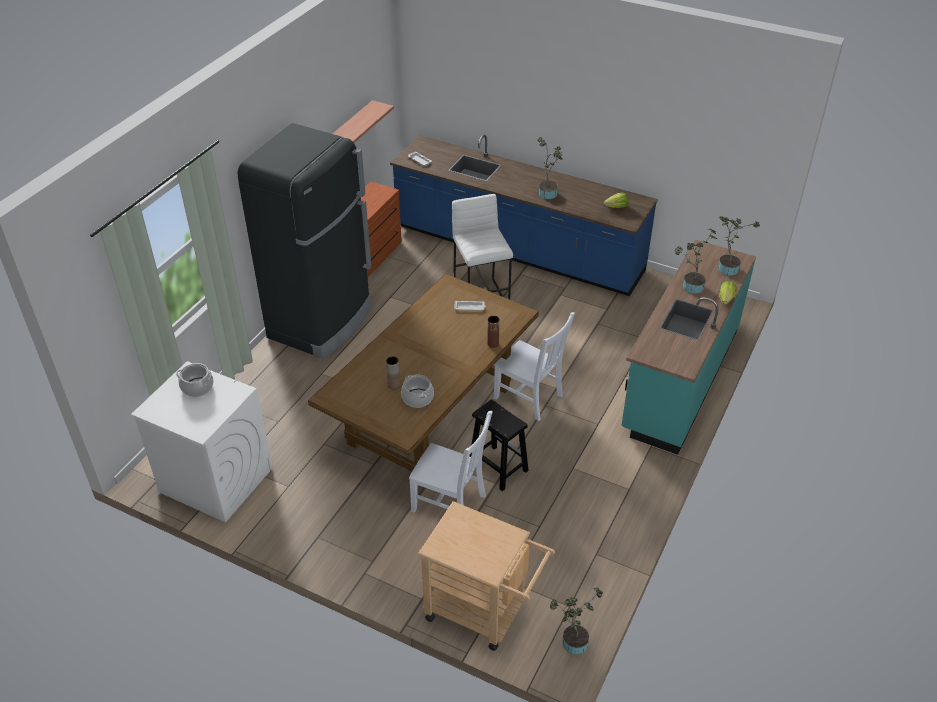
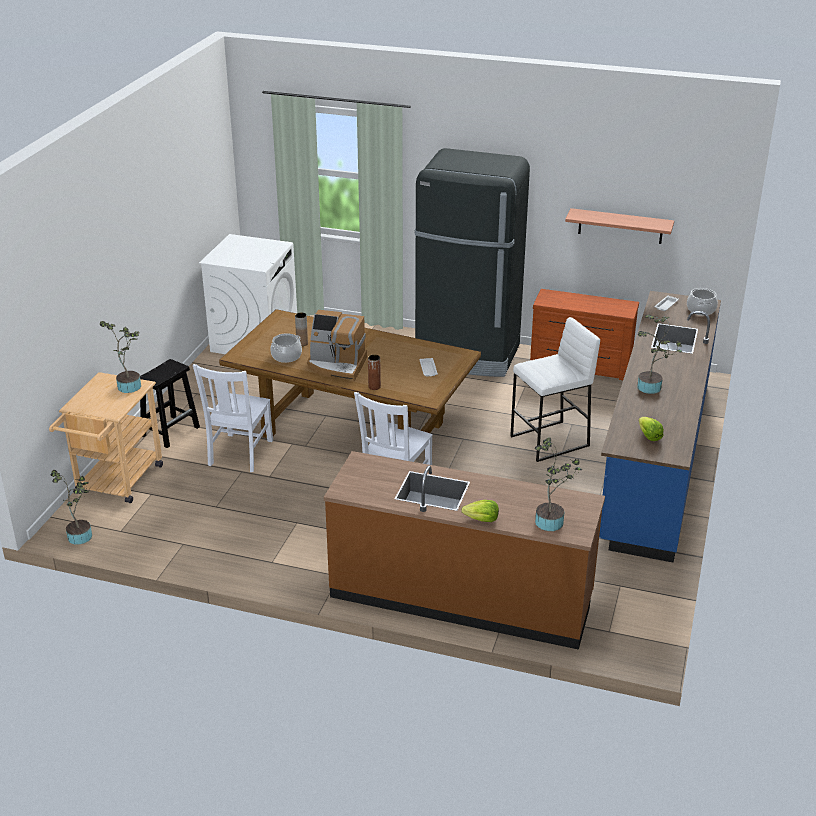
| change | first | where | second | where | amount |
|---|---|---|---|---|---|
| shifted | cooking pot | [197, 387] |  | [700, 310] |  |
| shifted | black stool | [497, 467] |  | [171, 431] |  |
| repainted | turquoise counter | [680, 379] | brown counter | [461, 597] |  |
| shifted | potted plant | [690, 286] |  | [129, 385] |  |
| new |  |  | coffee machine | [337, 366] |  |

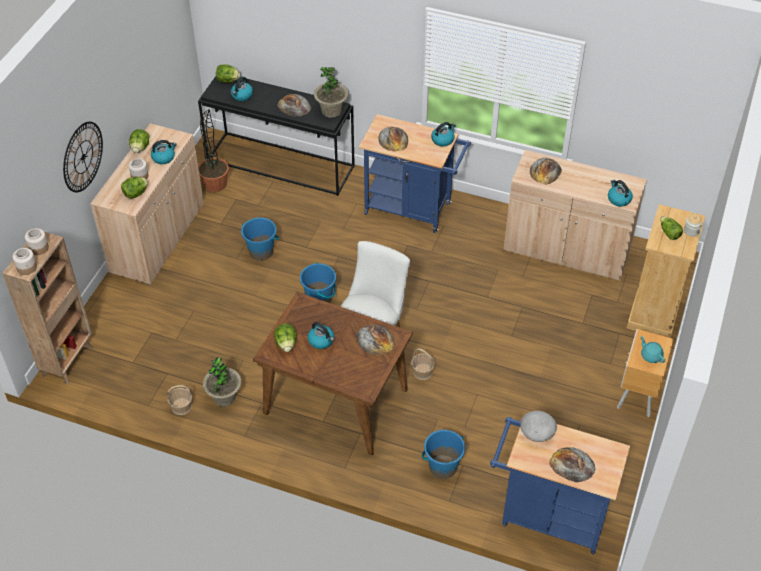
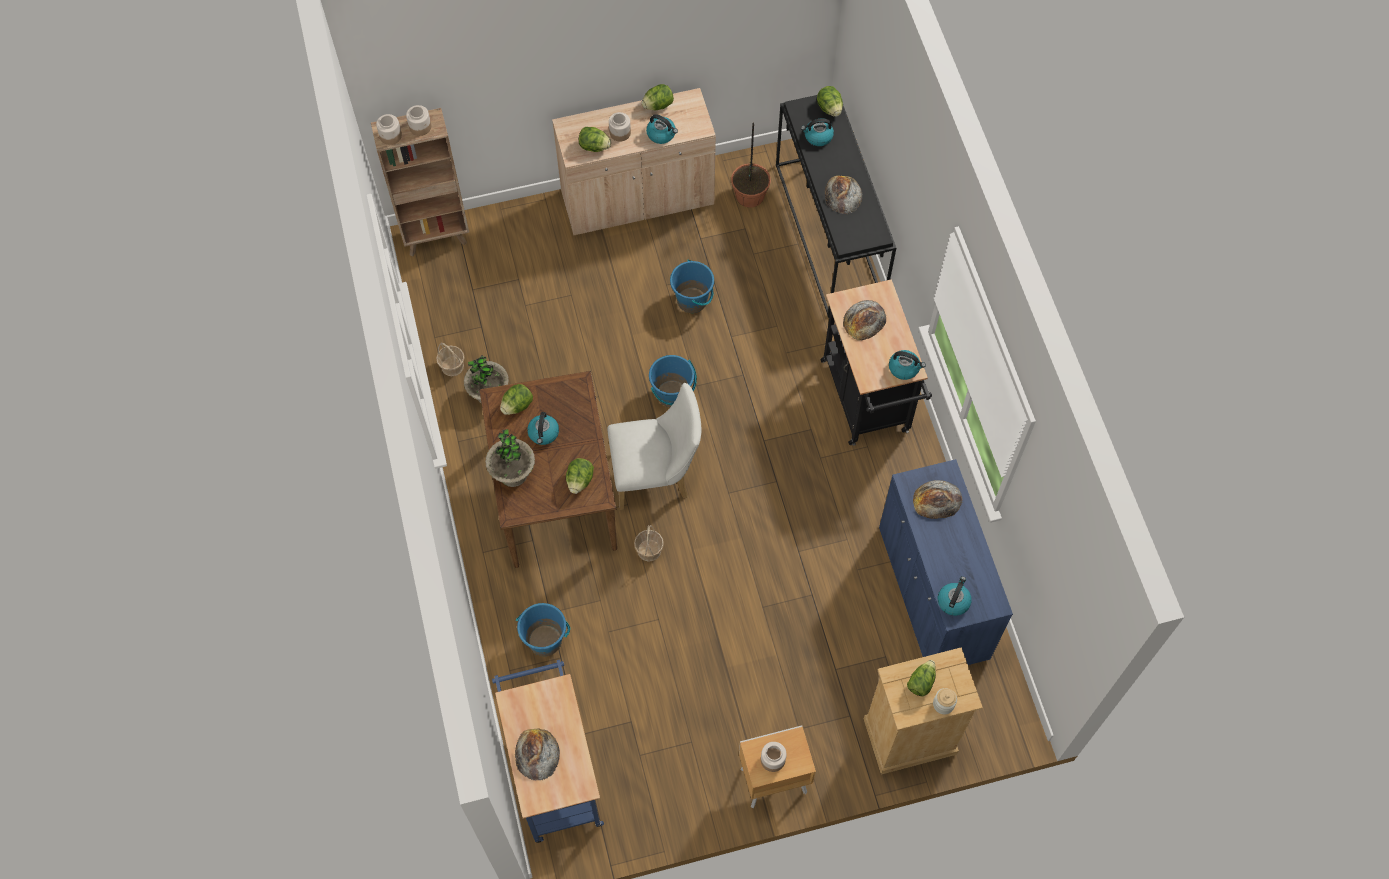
| change | first | where | second | where | amount |
|---|---|---|---|---|---|
| gone | wall clock | [83, 157] |  |  |  |
| shifted | potted plant | [331, 111] |  | [513, 474] |  |
| swapped | bread | [375, 340] | lettuce | [580, 480] |  |
| repainted | blue cart | [413, 209] | black cart | [867, 402] |  |
| repainted | beige cabinet | [566, 250] | blue cabinet | [932, 593] |  |
| gone | grey bowl | [537, 433] |  |  |  |
| swapped | turquoise teapot | [650, 356] | jar | [772, 760] |  |

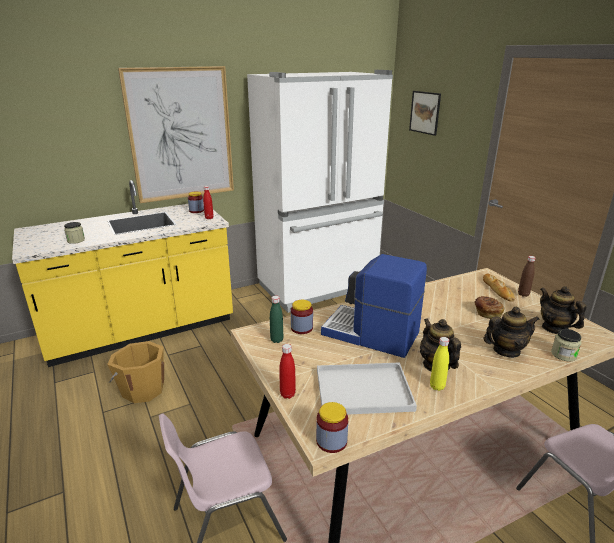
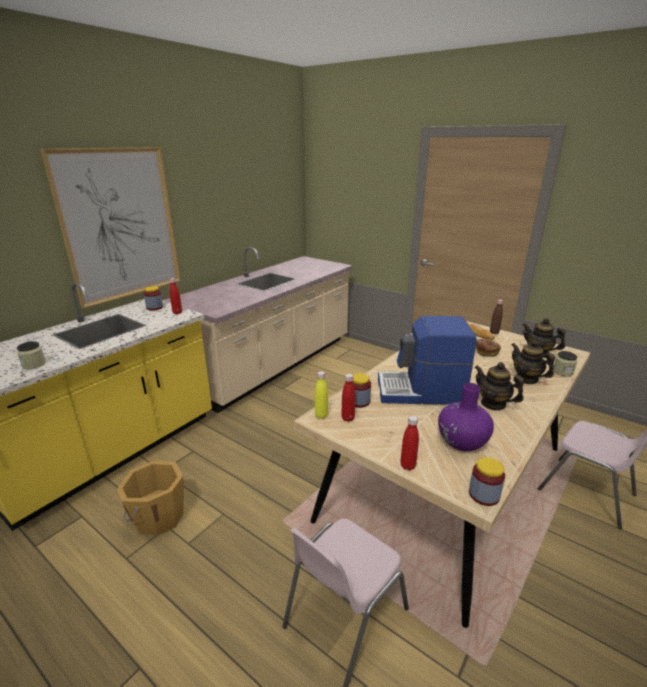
| change | first | where | second | where | amount |
|---|---|---|---|---|---|
| swapped | white fridge | [319, 287] | beige counter | [273, 365] |  |
| repainted | green bottle | [276, 340] | red bottle | [348, 418] |  |
| swapped | white tray | [361, 390] | purple vase | [462, 442] |  |
| gone | picture | [425, 112] |  |  |  |
| shifted | yellow bottle | [437, 386] |  | [321, 415] |  |
| rotated | teapot | [506, 351] |  | [526, 379] | 90 degrees counterclockwise |

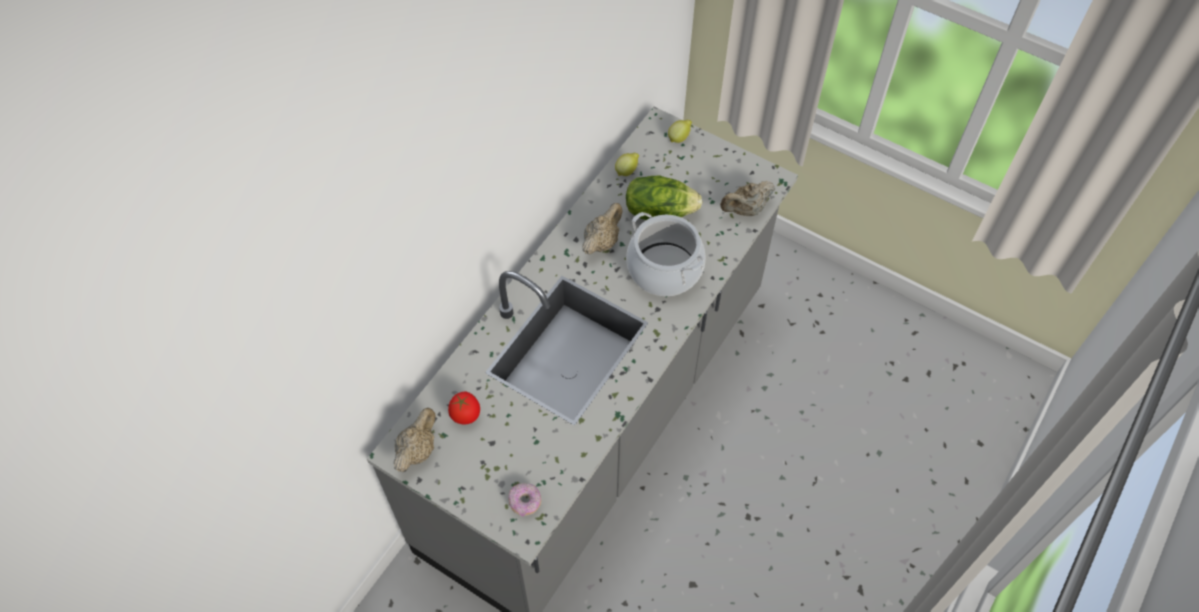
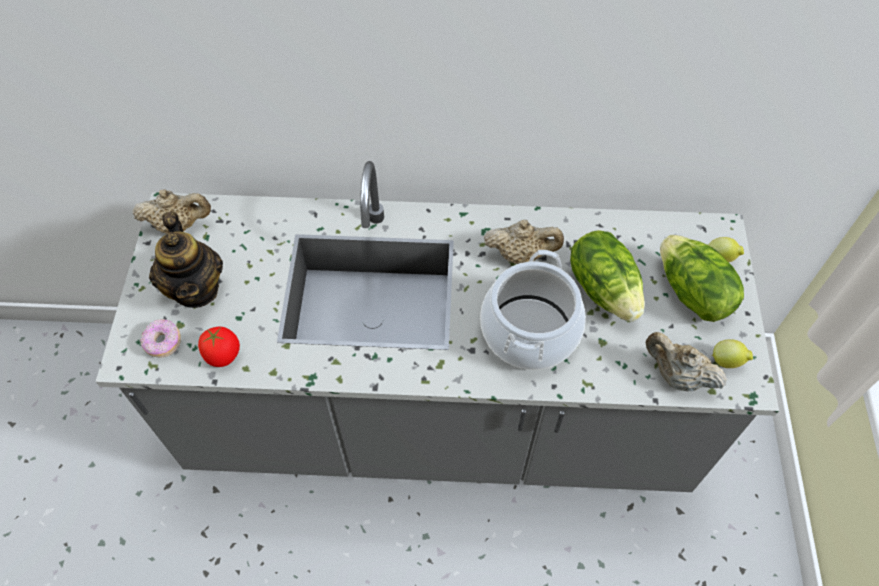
| change | first | where | second | where | amount |
|---|---|---|---|---|---|
| shifted | tomato | [465, 414] |  | [223, 355] |  |
| shifted | lemon | [627, 171] |  | [727, 361] |  |
| new |  |  | teapot | [196, 288] |  |
| new |  |  | lettuce | [691, 293] |  |

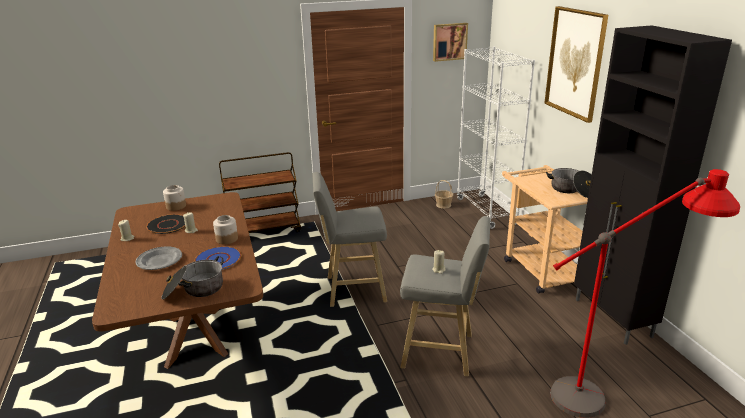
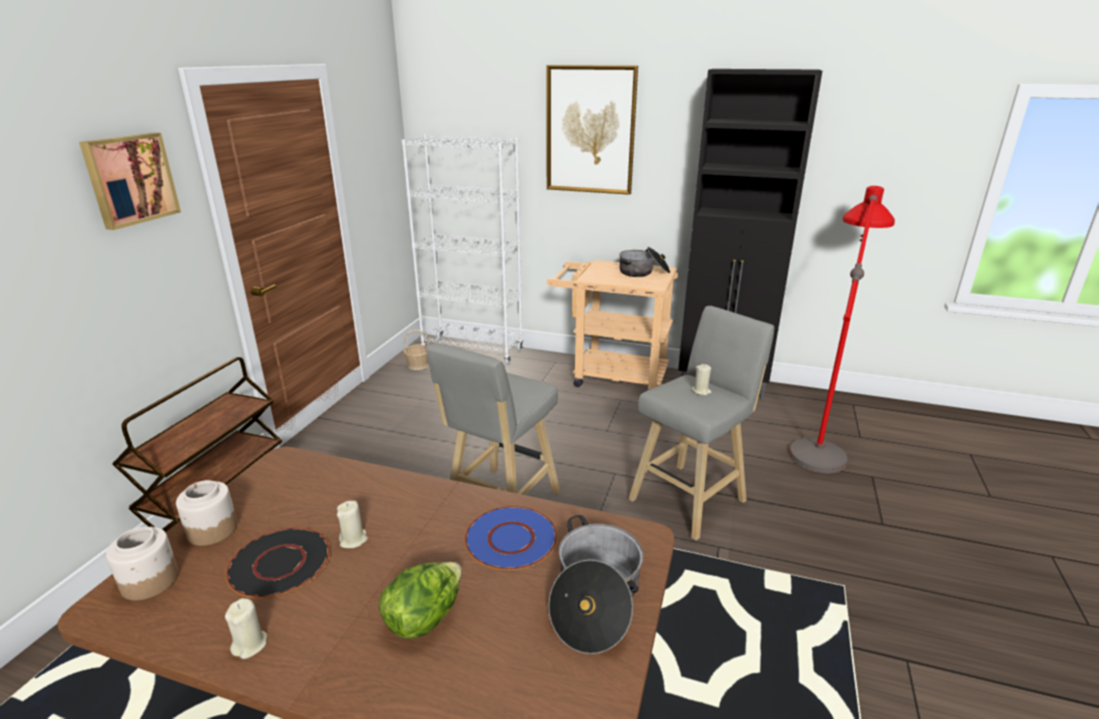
| change | first | where | second | where | amount |
|---|---|---|---|---|---|
| swapped | grey plate | [159, 260] | lettuce | [425, 617] |  |
| shifted | jar | [226, 239] |  | [149, 581] |  |
| shifted | picture | [449, 41] |  | [130, 179] |  |

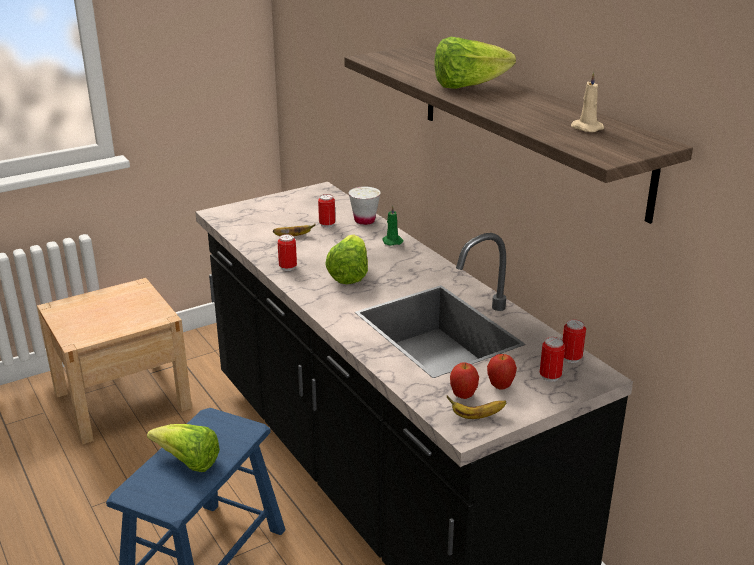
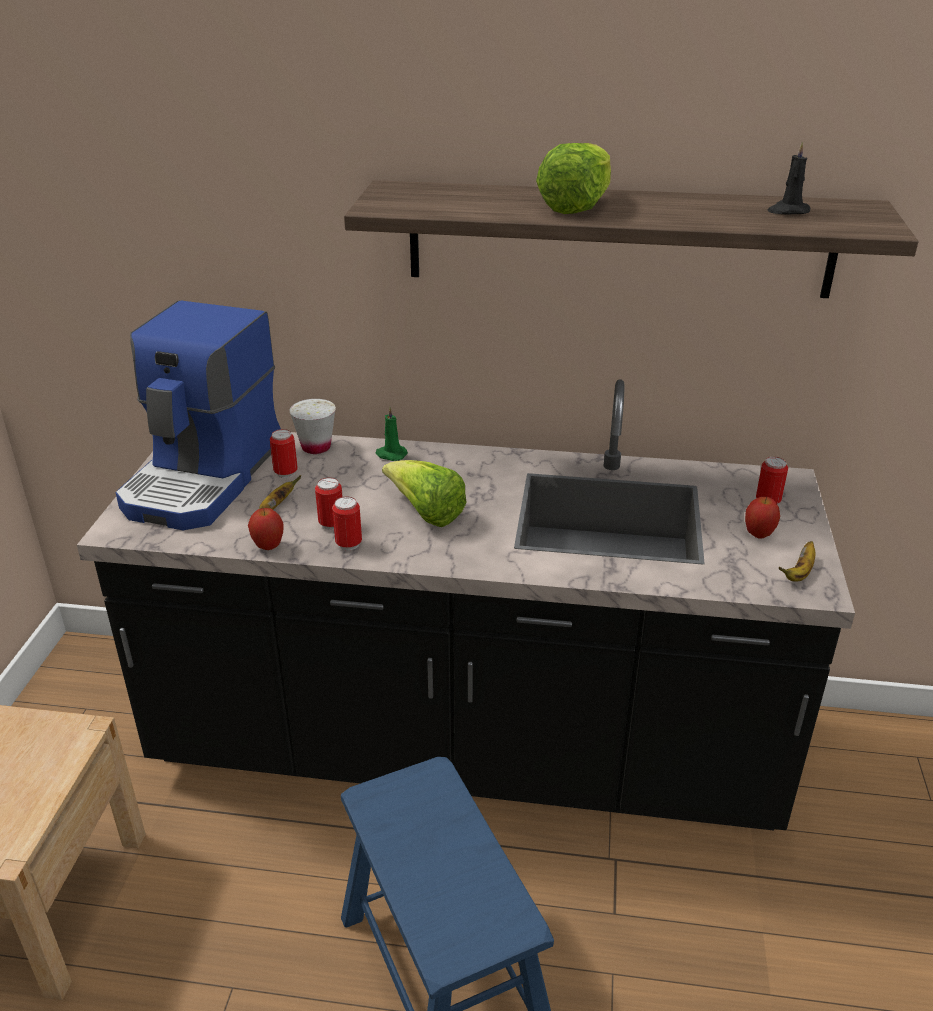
| change | first | where | second | where | amount |
|---|---|---|---|---|---|
| gone | lettuce | [188, 462] |  |  |  |
| shifted | apple | [463, 396] |  | [268, 547] |  |
| shifted | can | [571, 358] |  | [331, 524] |  |
| repainted | beige candle | [585, 128] | black candle | [788, 211] |  |
| new |  |  | coffee machine | [205, 478] |  |

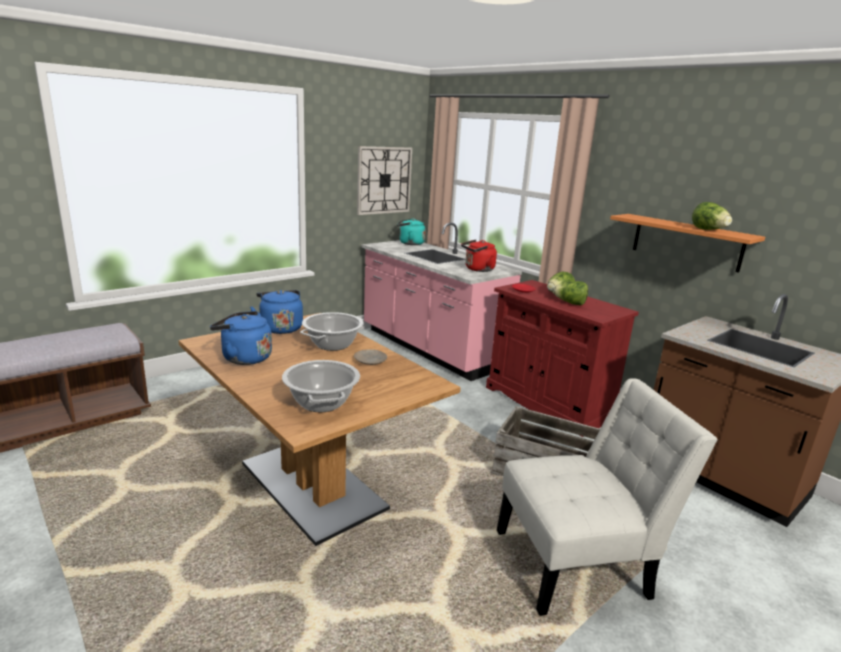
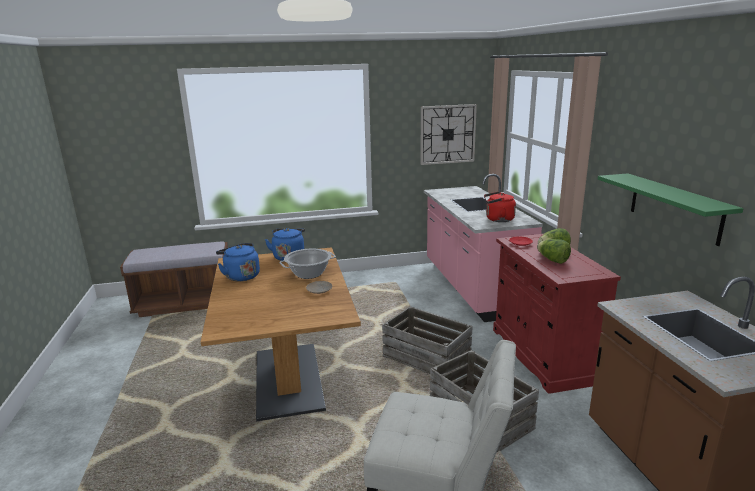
| change | first | where | second | where | amount |
|---|---|---|---|---|---|
| gone | cooking pot | [322, 402] |  |  |  |
| gone | turquoise kettle | [409, 243] |  |  |  |
| repainted | orange shelf | [686, 242] | green shelf | [674, 207] |  |
| gone | lettuce | [709, 230] |  |  |  |
| new |  |  | crate | [427, 357] |  |

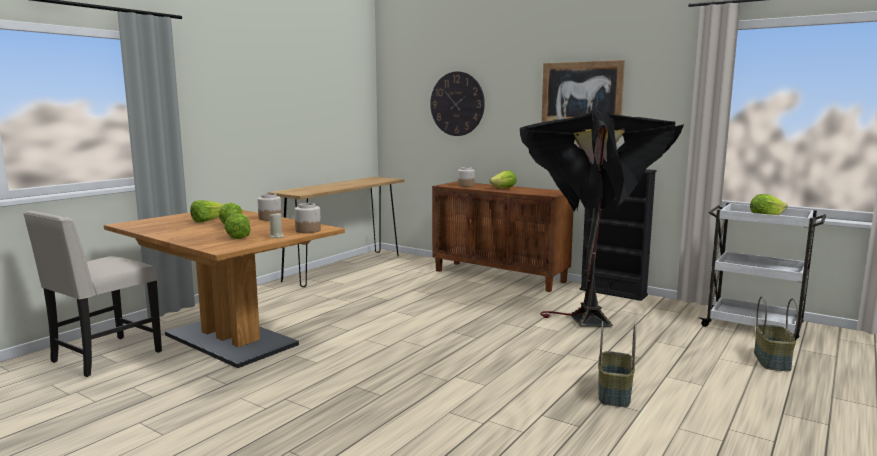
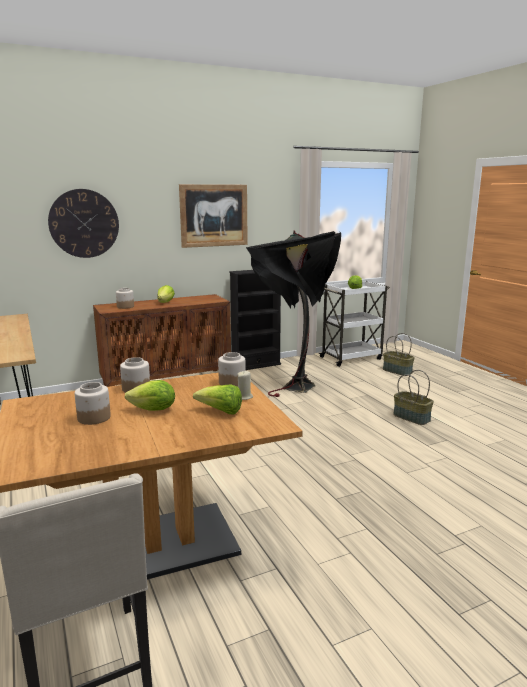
| change | first | where | second | where | amount |
|---|---|---|---|---|---|
| swapped | lettuce | [208, 221] | jar | [93, 418] |  |

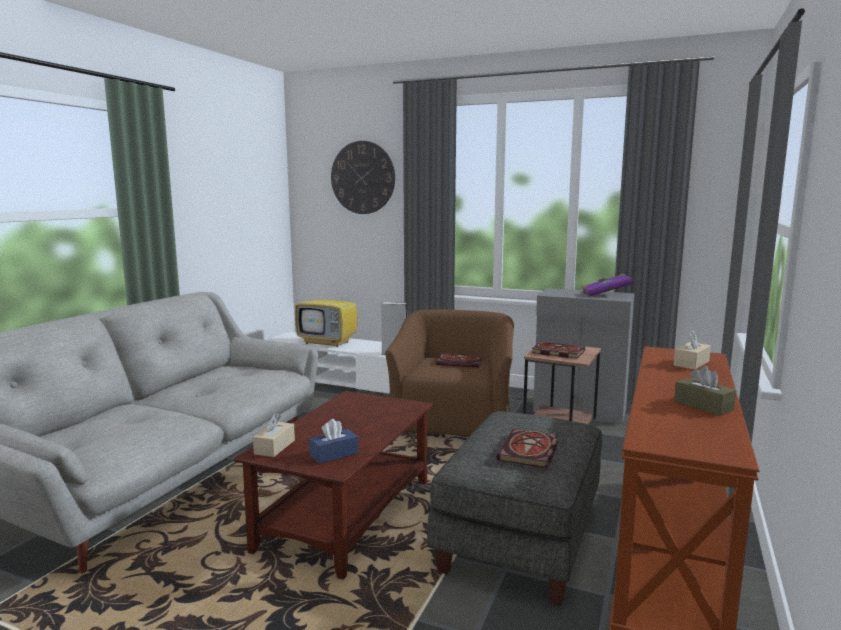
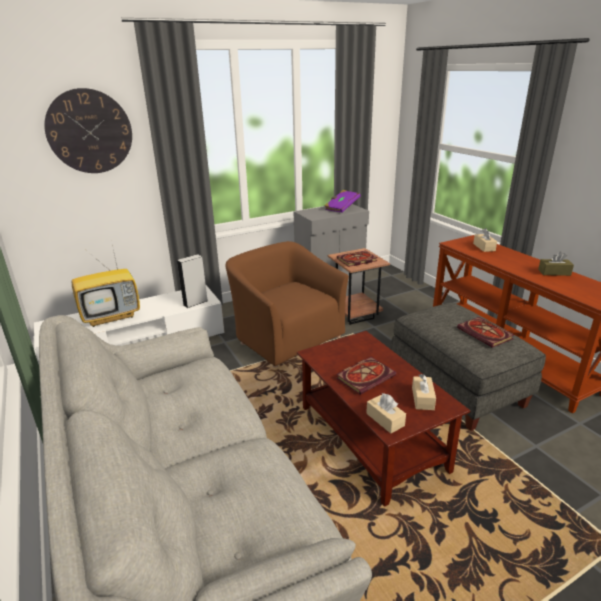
| change | first | where | second | where | amount |
|---|---|---|---|---|---|
| repainted | blue tissue box | [334, 454] | beige tissue box | [422, 398] |  |
| shifted | book | [461, 362] |  | [366, 376] |  |

